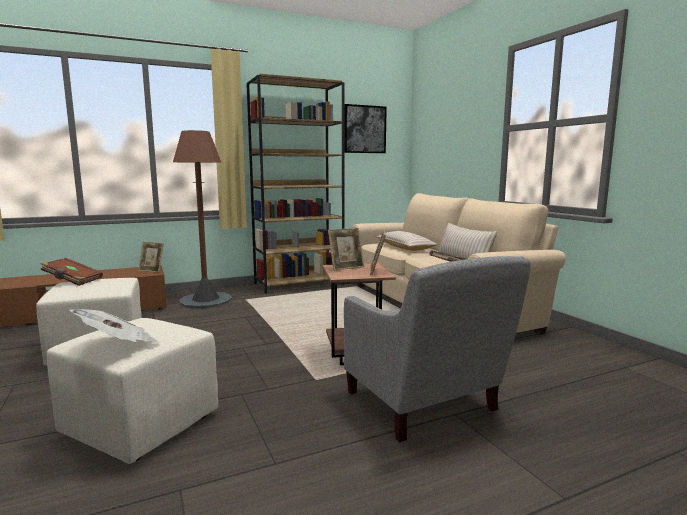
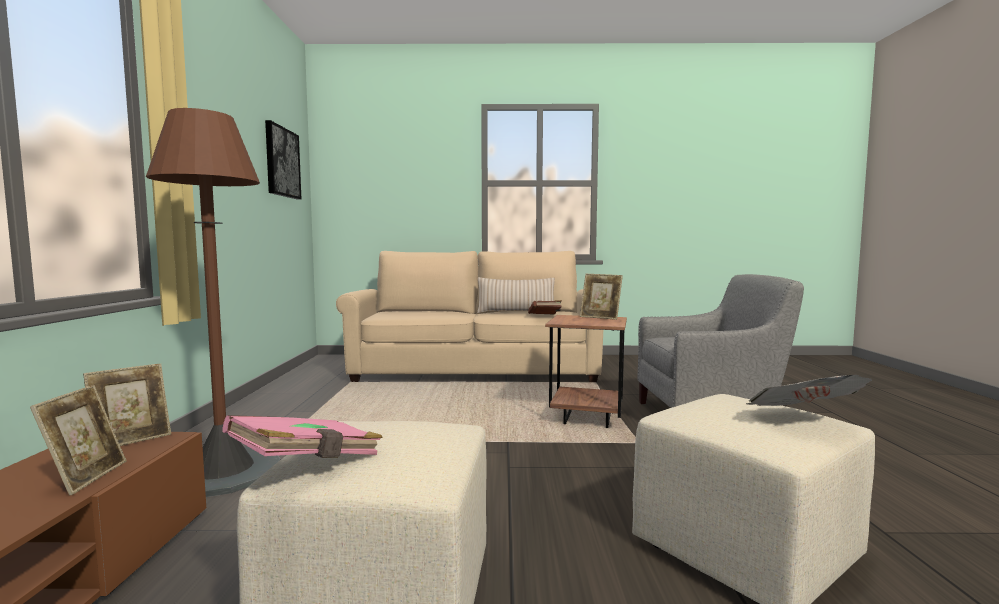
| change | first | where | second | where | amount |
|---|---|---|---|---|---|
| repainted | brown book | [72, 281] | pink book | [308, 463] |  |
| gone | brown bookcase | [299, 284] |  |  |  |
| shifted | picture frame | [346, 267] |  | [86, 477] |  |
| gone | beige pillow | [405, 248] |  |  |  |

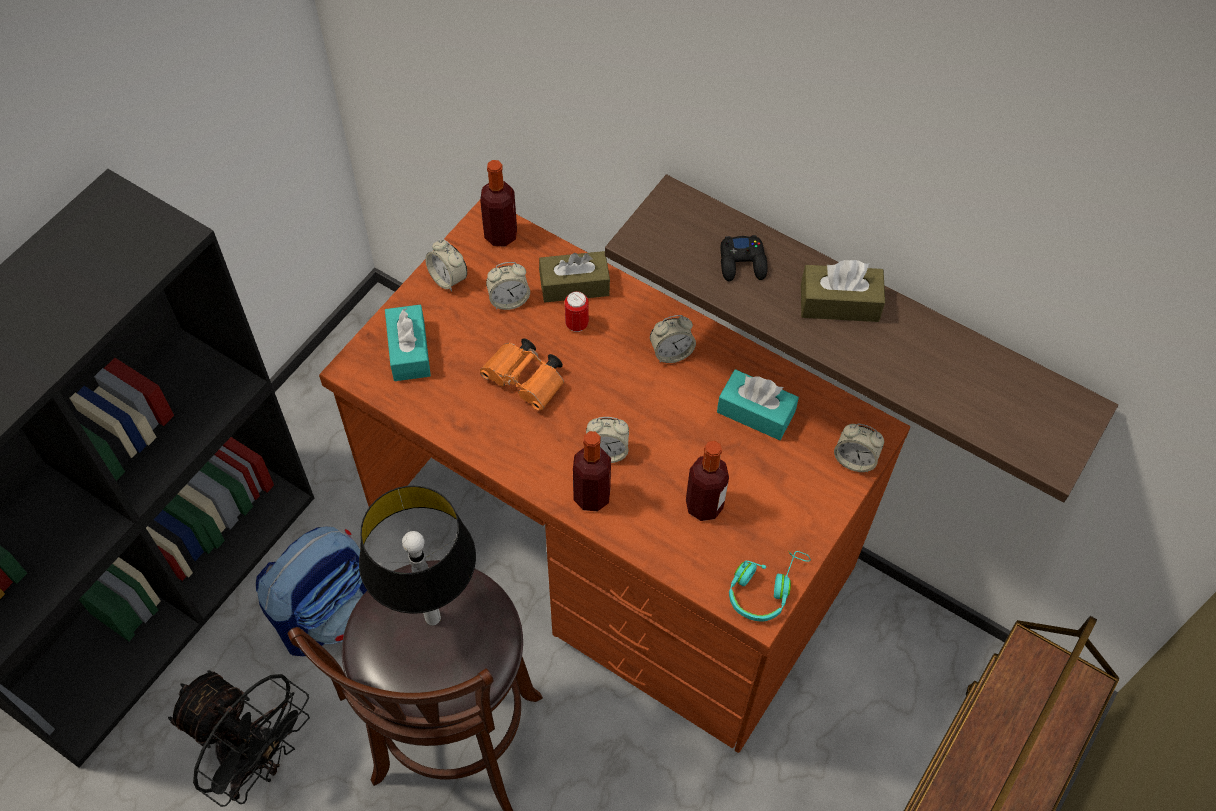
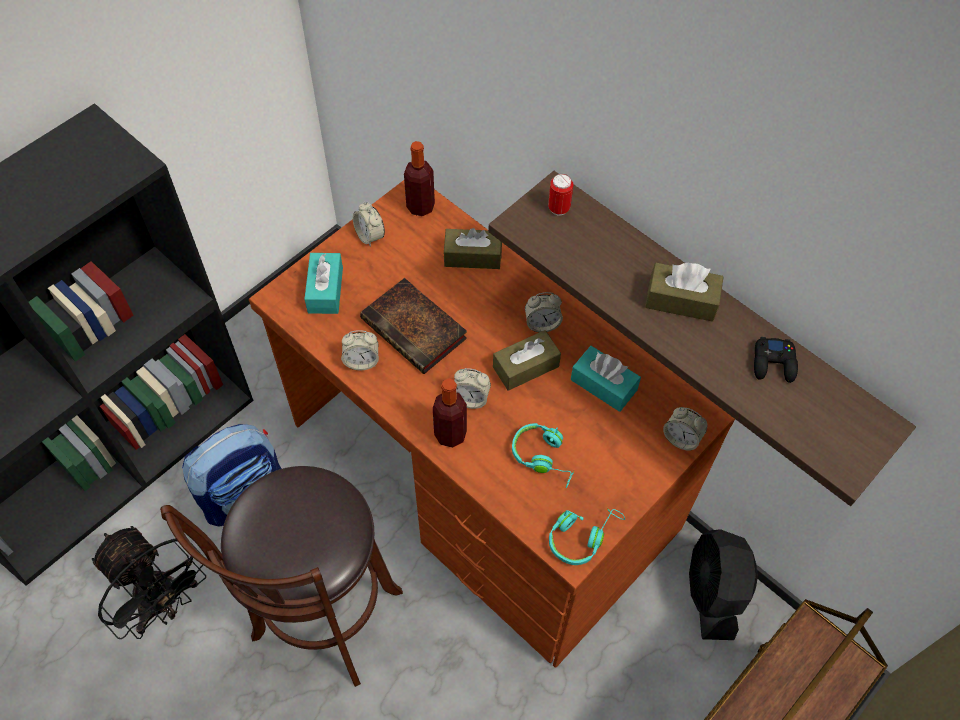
| change | first | where | second | where | amount |
|---|---|---|---|---|---|
| gone | table lamp | [433, 617] |  |  |  |
| swapped | orange binoculars | [527, 382] | book | [416, 330] |  |
| shifted | alarm clock | [508, 300] |  | [361, 361] |  |
| shifted | can | [576, 324] |  | [558, 208] |  |
| swapped | bottle | [704, 505] | turquoise headphones | [543, 457] |  |
| shifted | black game controller | [742, 263] |  | [773, 363] |  |
| new |  |  | brown tissue box | [525, 367] |  |
| new |  |  | black fan | [712, 593] |  |

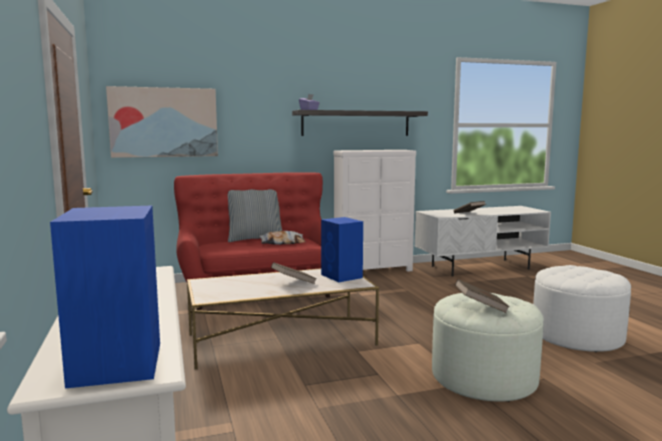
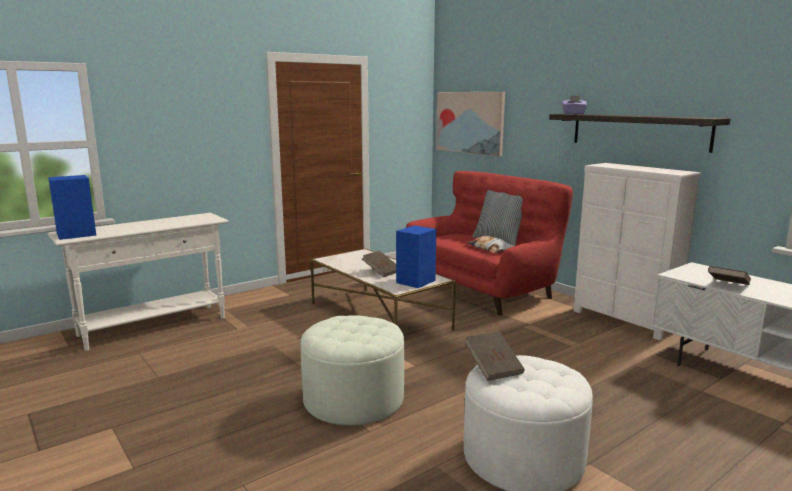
| change | first | where | second | where | amount |
|---|---|---|---|---|---|
| shifted | brown book | [480, 307] |  | [493, 368] |  |

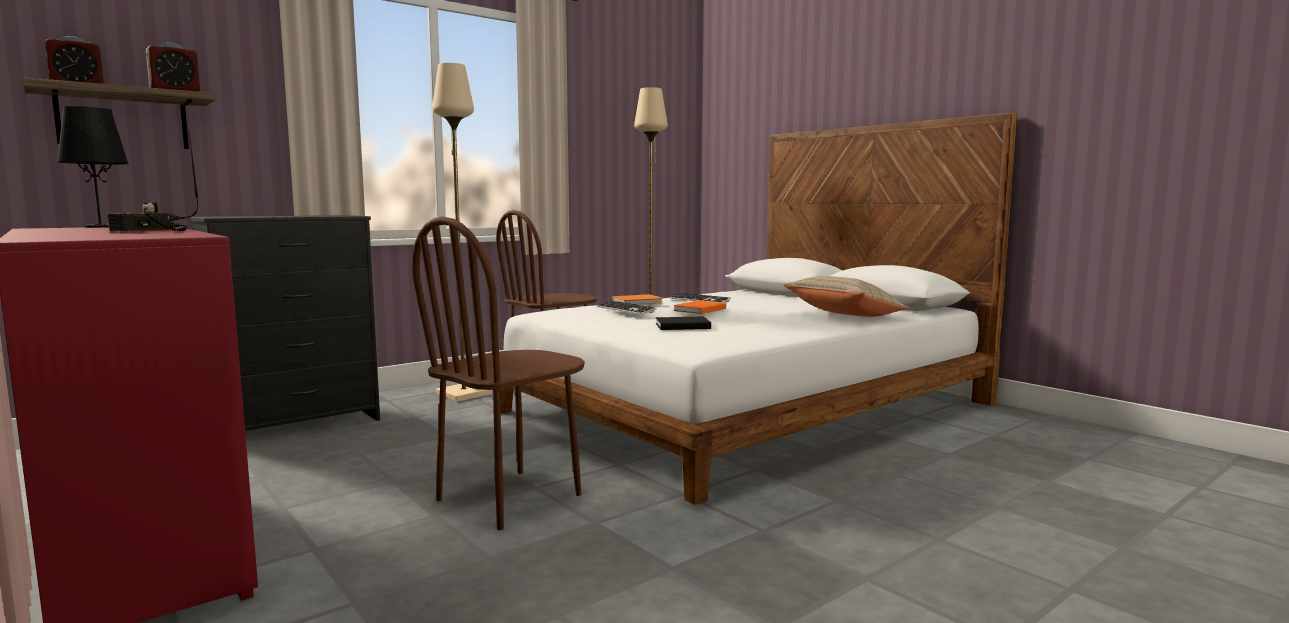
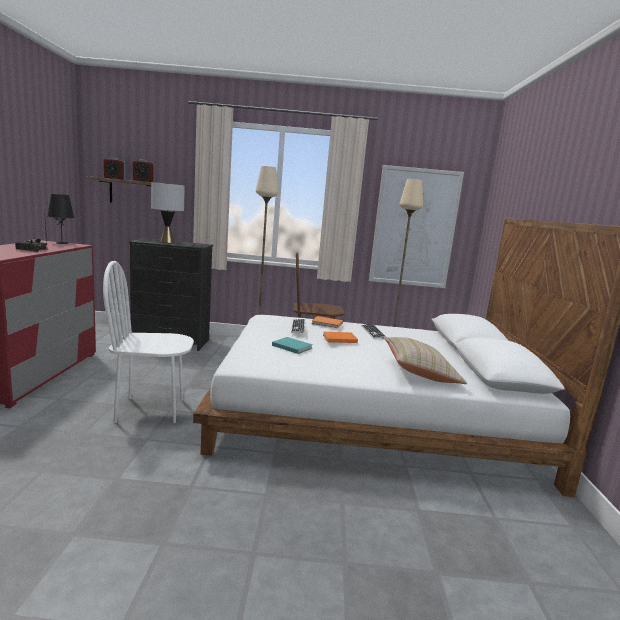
| change | first | where | second | where | amount |
|---|---|---|---|---|---|
| repainted | brown chair | [510, 498] | white chair | [150, 410] |  |
| repainted | black book | [681, 326] | turquoise book | [291, 346] |  |
| new |  |  | grey table lamp | [167, 241] |  |
| new |  |  | picture | [414, 228] |  |

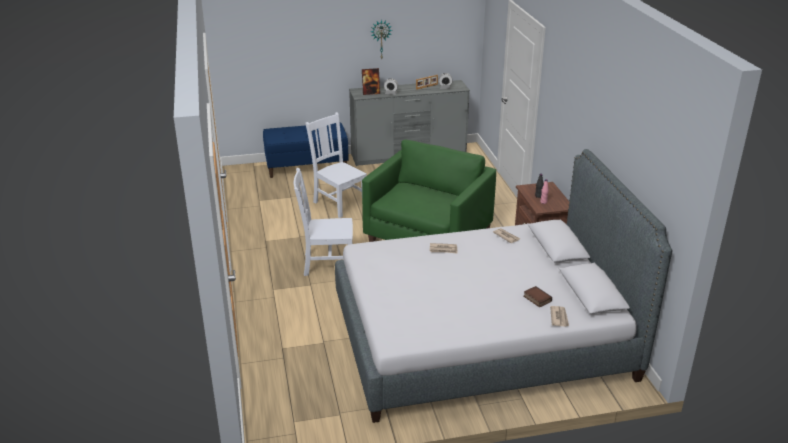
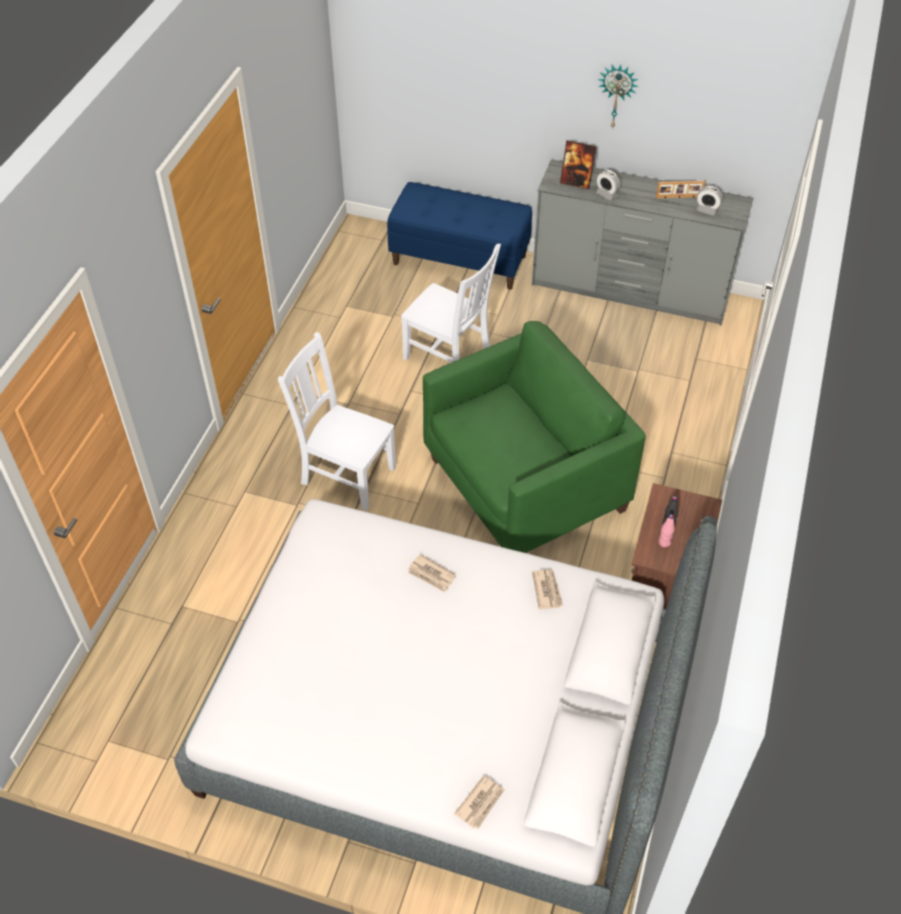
| change | first | where | second | where | amount |
|---|---|---|---|---|---|
| rotated | white chair | [339, 203] |  | [449, 357] | 135 degrees clockwise |
| gone | book | [536, 299] |  |  |  |

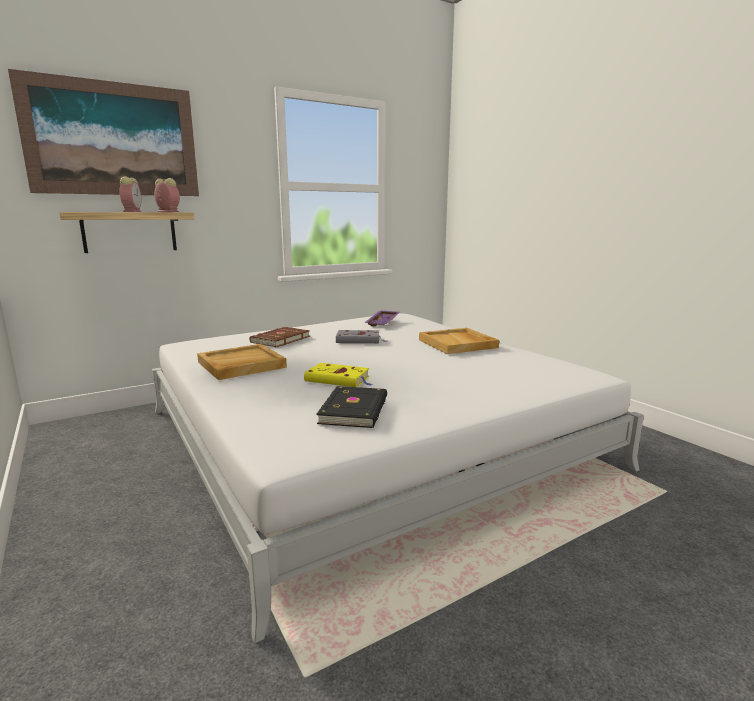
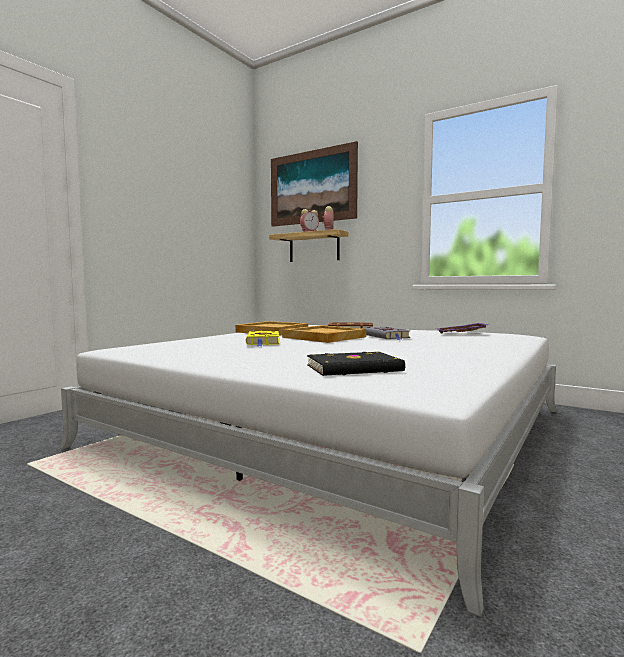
| change | first | where | second | where | amount |
|---|---|---|---|---|---|
| shifted | black book | [355, 410] |  | [355, 369] |  |
| shifted | beige tray | [458, 344] |  | [324, 337] |  |

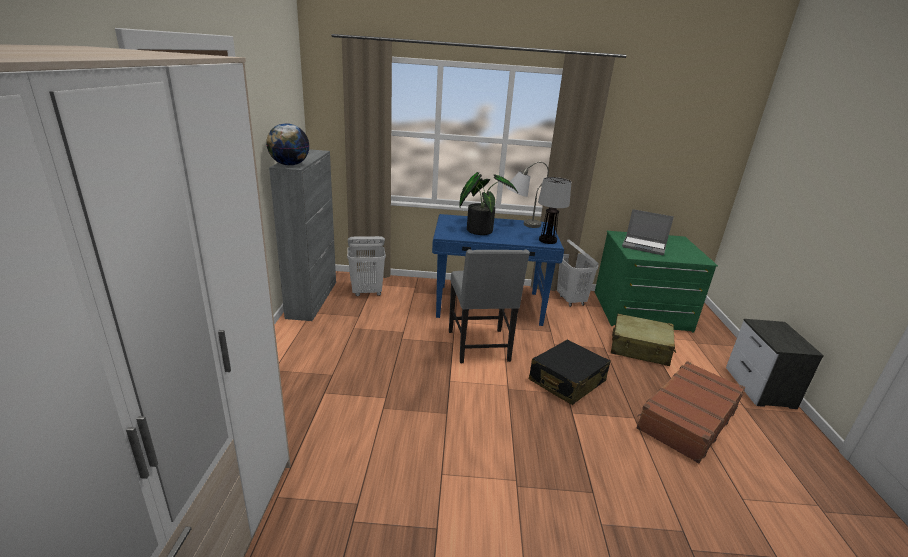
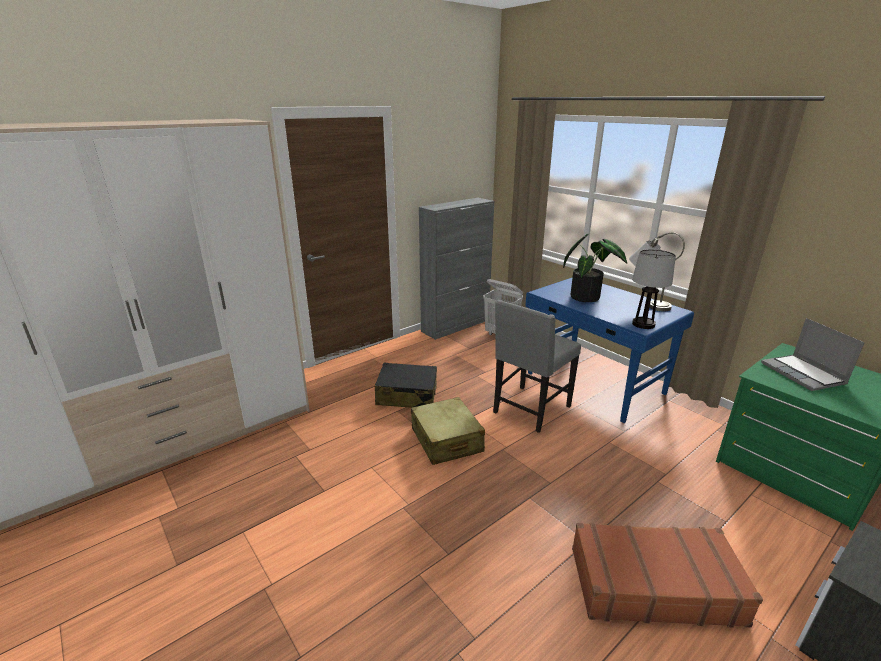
| change | first | where | second | where | amount |
|---|---|---|---|---|---|
| gone | globe | [289, 165] |  |  |  |
| shifted | black suitcase | [566, 381] |  | [406, 395] |  |
| gone | white laundry basket | [571, 300] |  |  |  |
| shifted | beige suitcase | [640, 348] |  | [446, 440] |  |

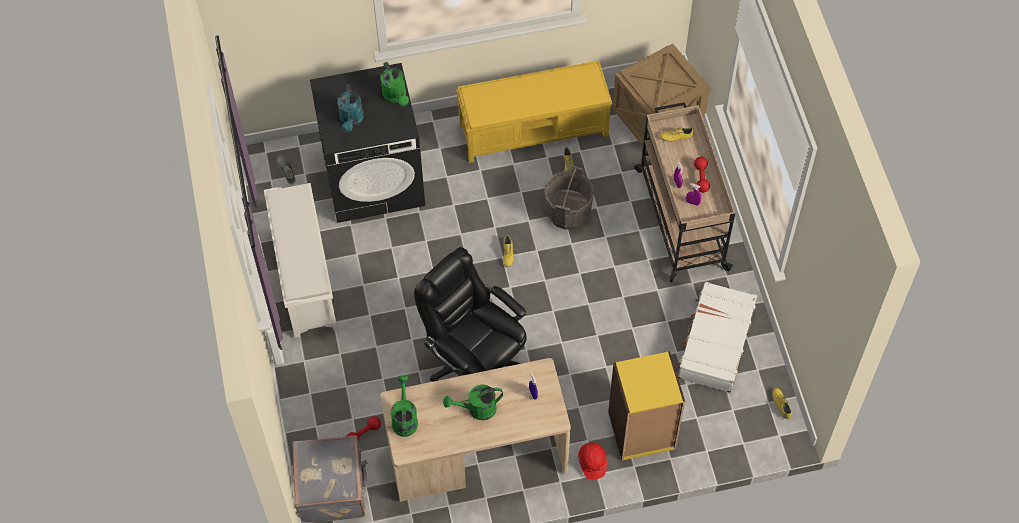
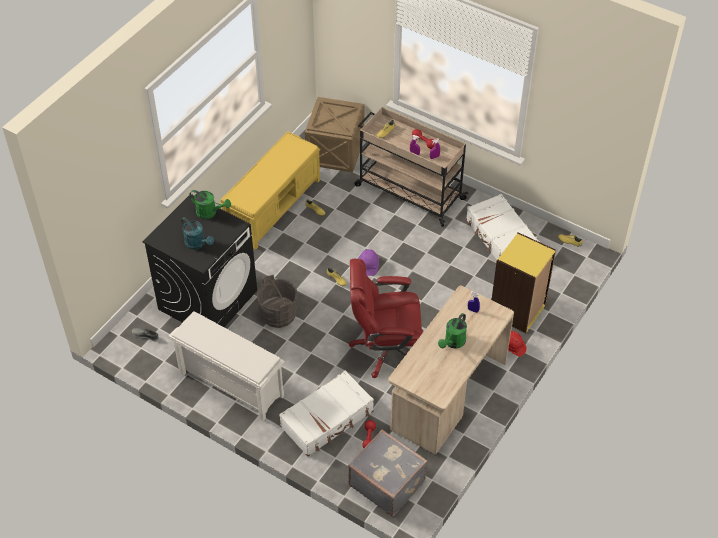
| change | first | where | second | where | amount |
|---|---|---|---|---|---|
| gone | green watering can | [404, 418] |  |  |  |
| repainted | black office chair | [474, 361] | red office chair | [385, 348] |  |
| shifted | grey bucket | [568, 212] |  | [278, 314] |  |
| new |  |  | white suitcase | [327, 419] |  |
| new |  |  | purple hard hat | [368, 265] |  |

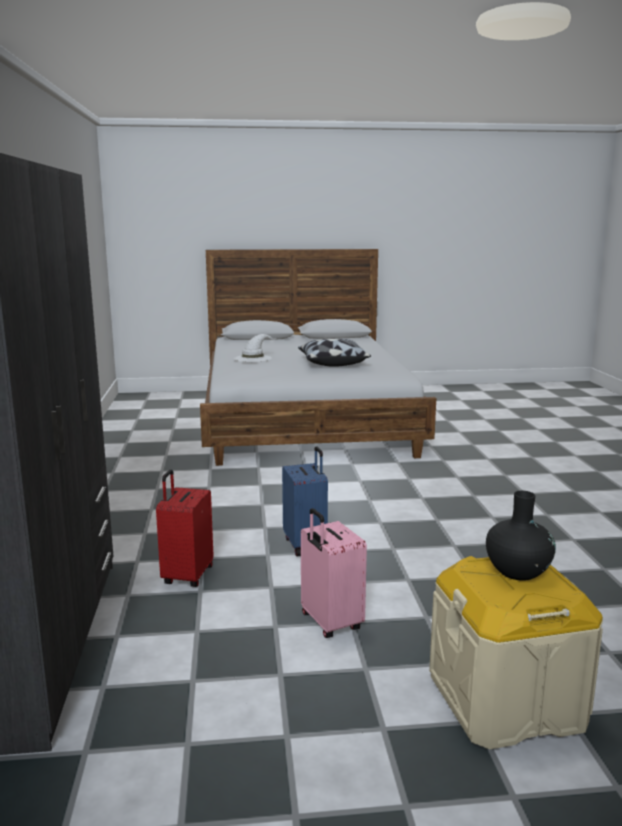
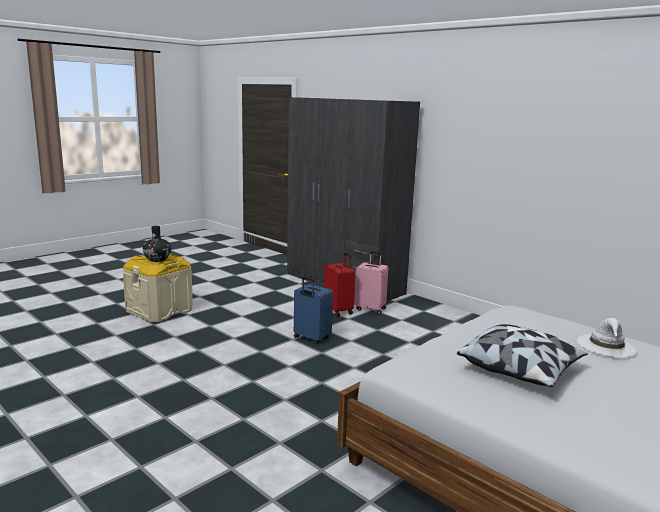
| change | first | where | second | where | amount |
|---|---|---|---|---|---|
| shifted | pink suitcase | [329, 623] |  | [370, 309] |  |

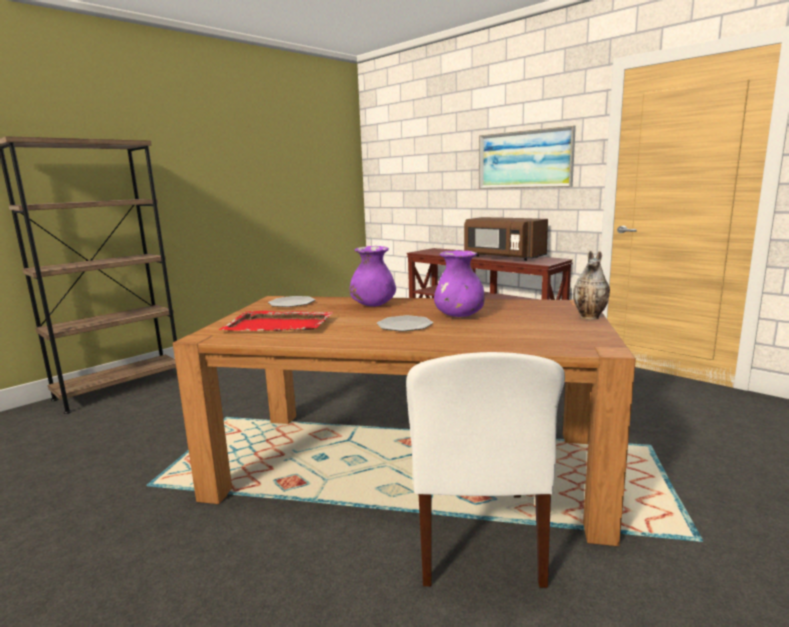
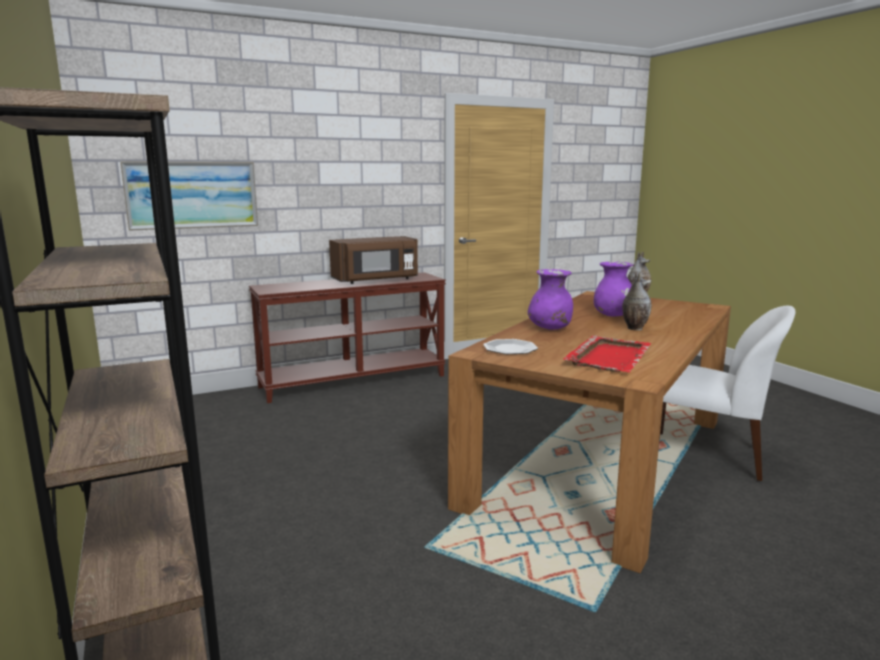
| change | first | where | second | where | amount |
|---|---|---|---|---|---|
| swapped | plate | [404, 325] | vase | [634, 328] |  |
| shifted | picture | [524, 159] |  | [192, 195] |  |

